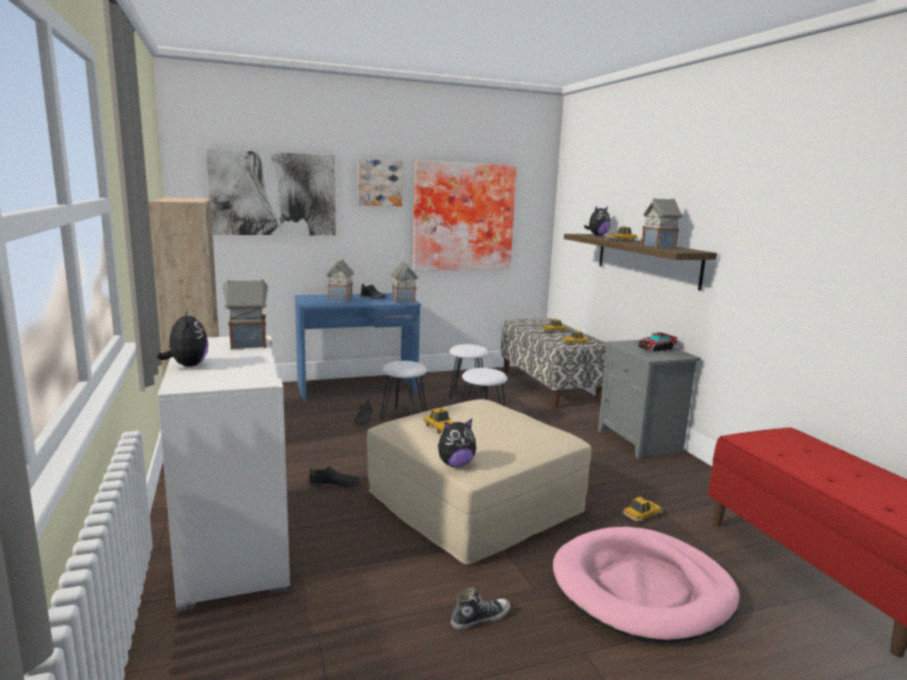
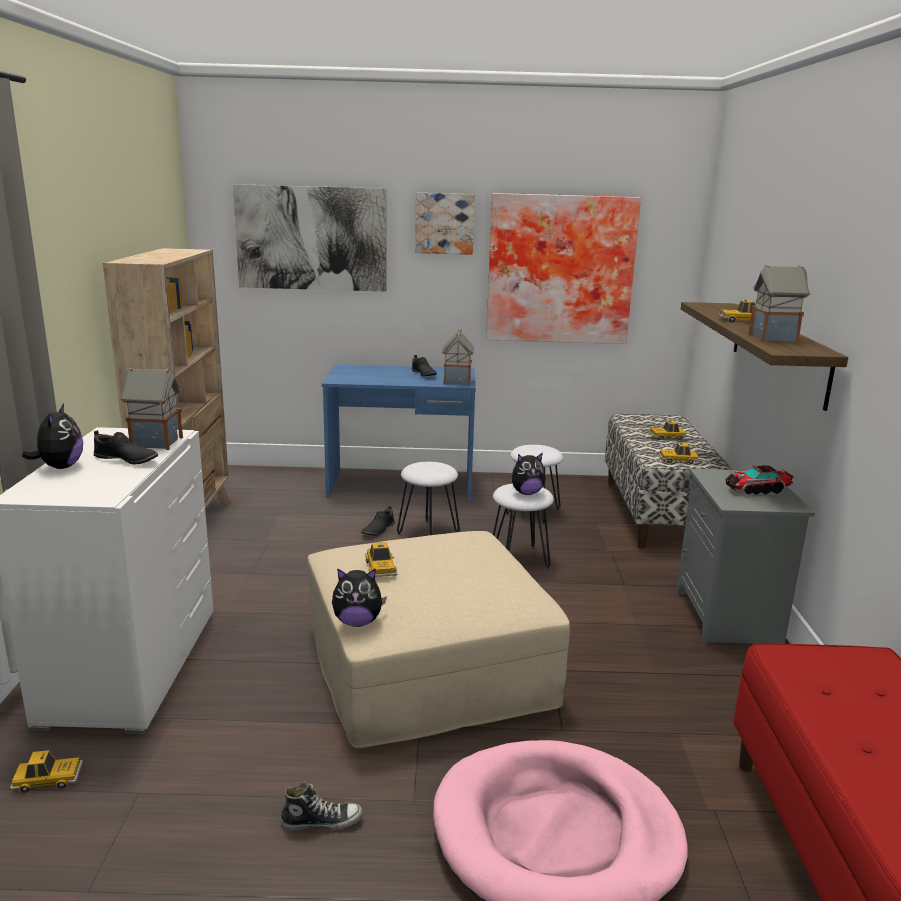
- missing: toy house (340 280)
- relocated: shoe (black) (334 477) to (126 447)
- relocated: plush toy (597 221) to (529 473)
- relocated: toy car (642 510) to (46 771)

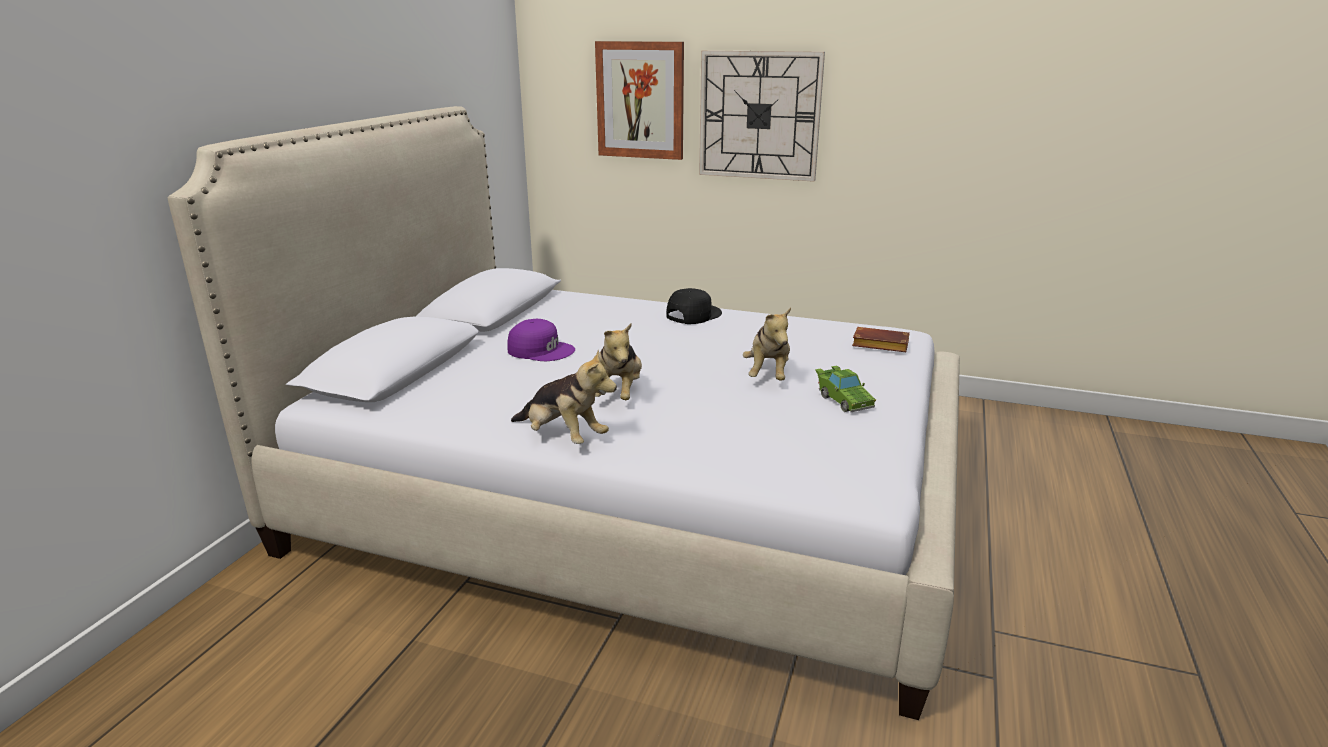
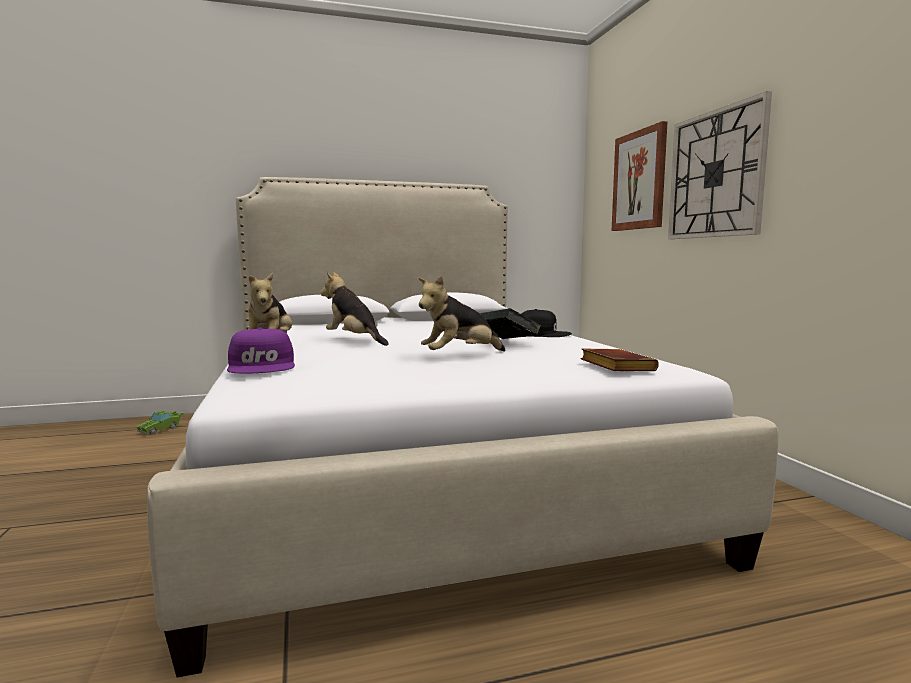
- appeared: book (510 323)
- relocated: cap (purple) (541 340) to (261 351)
- relocated: toy car (green) (845 388) to (159 423)
- spun: plush toy (618 361) = (354 308) 75 degrees clockwise

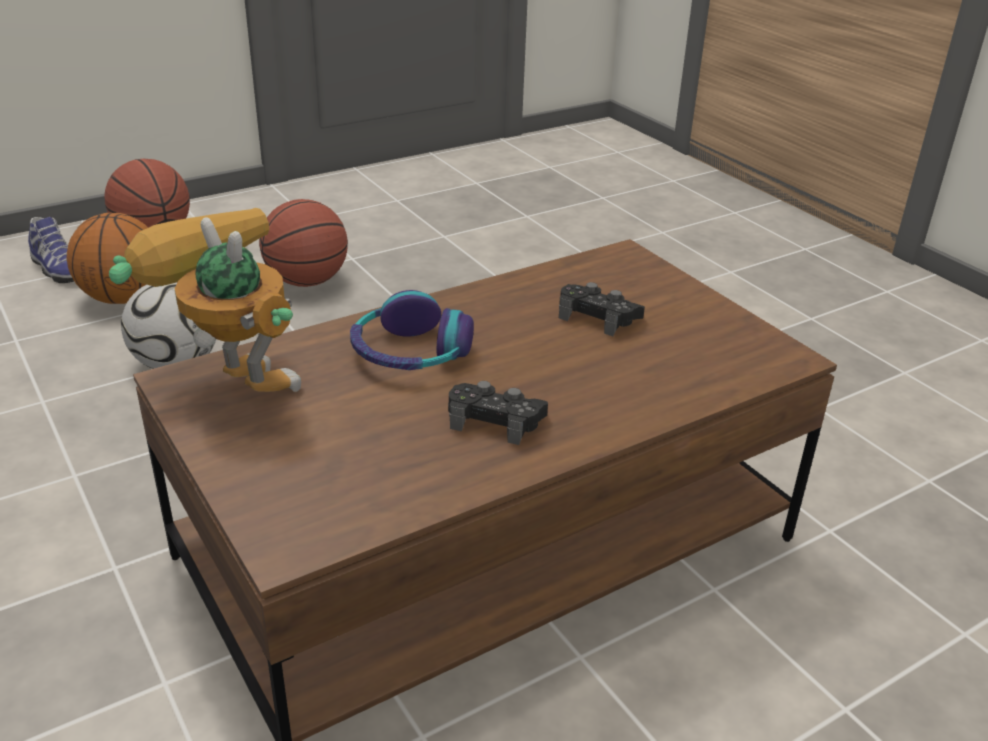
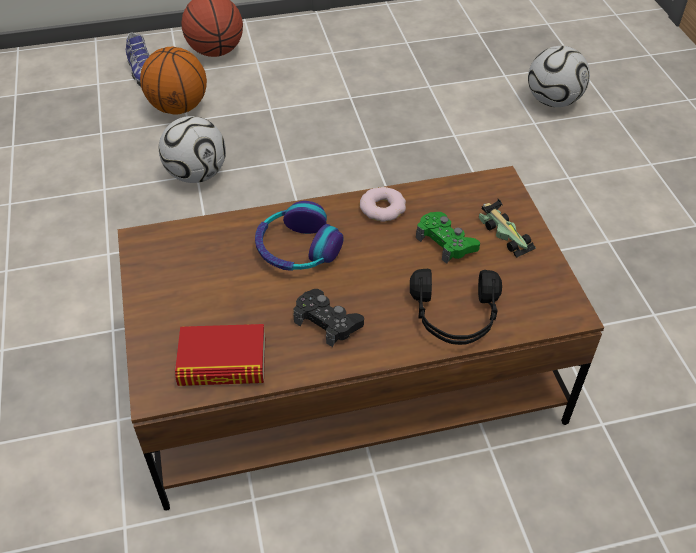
- missing: toy robot (205 300)
- missing: basketball (303 243)
- appeared: book (220 355)
- appeared: donut (383 204)
- appeared: headphones (black) (456 307)
- appeared: toy car (507 228)
- appeared: football (559 76)
- colour: game controller (black) (602 309) to game controller (green) (448 238)

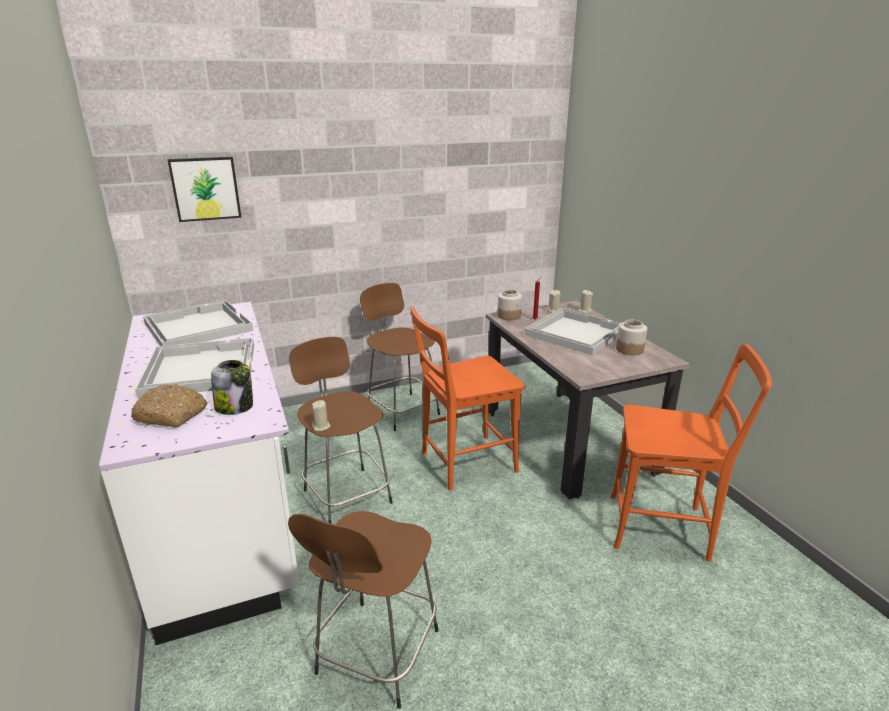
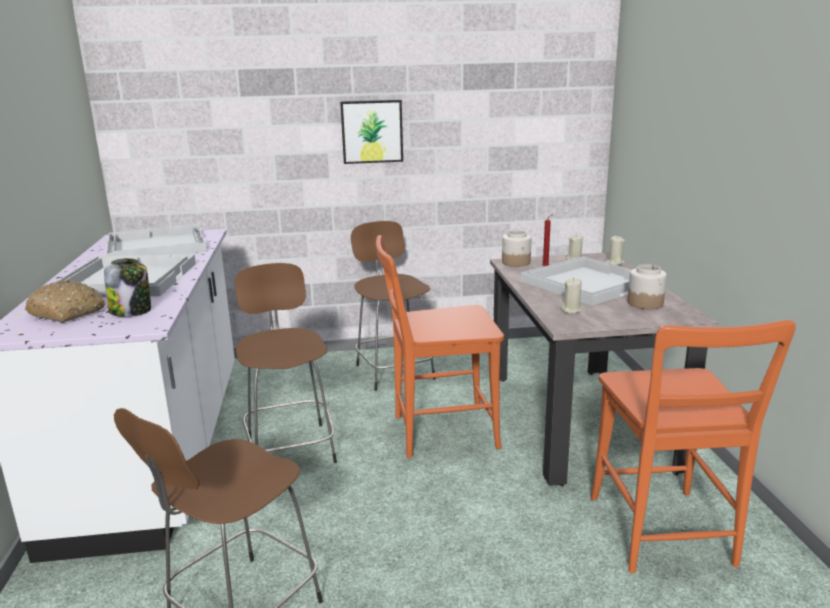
- relocated: picture (205 189) to (371 132)
- relocated: candle (beige) (321 415) to (572 295)
- spun: chair (orange) (691 453) = (693 446) 60 degrees clockwise

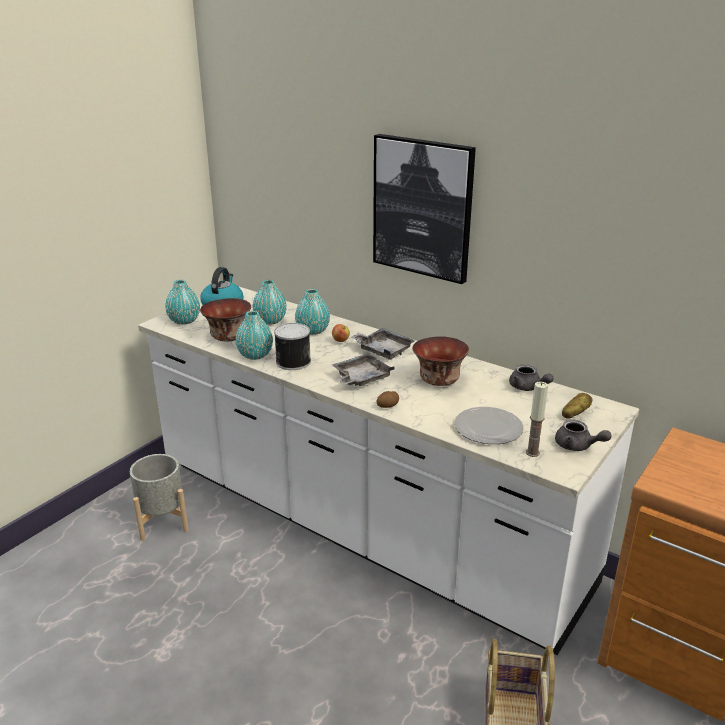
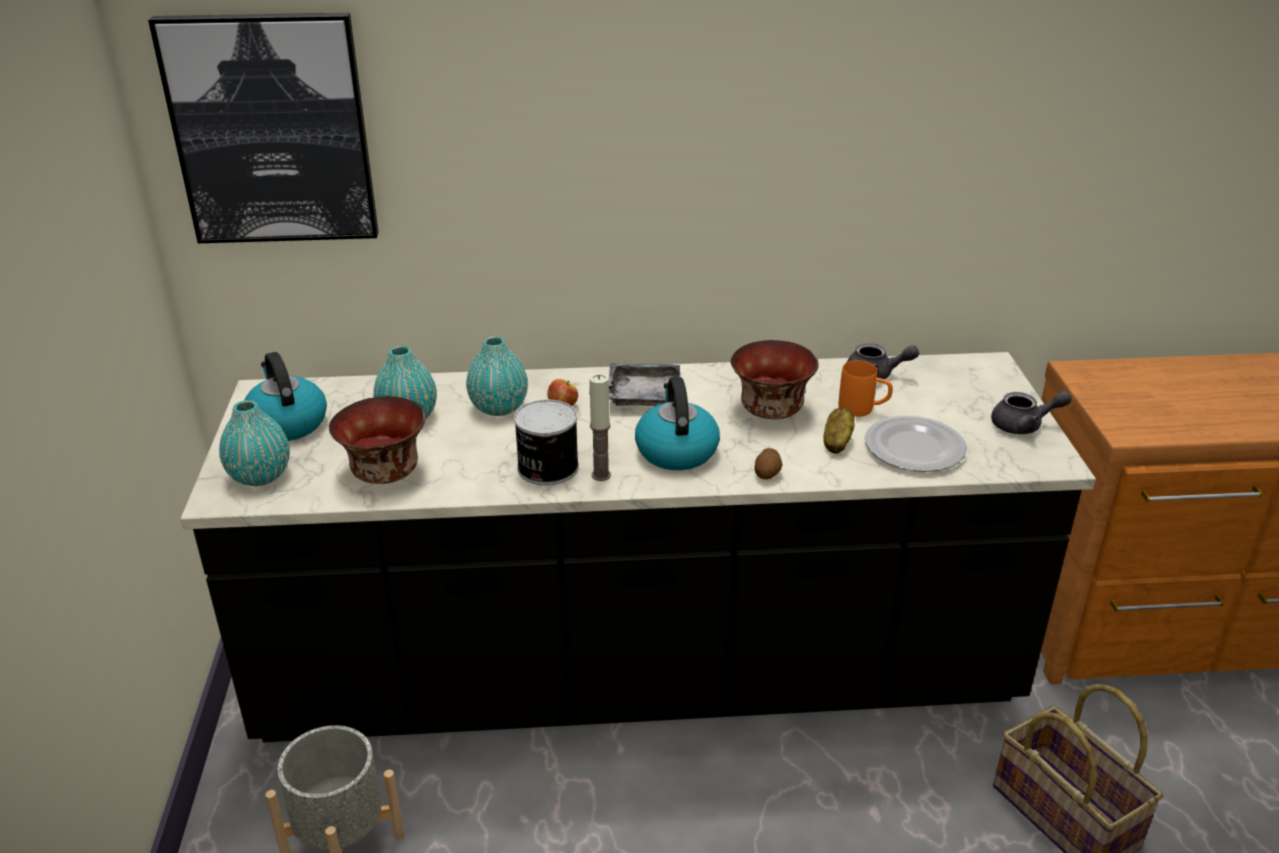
- missing: vase (turquoise) (254 335)
- appeared: mug (orange) (866 388)
- relocated: picture (424 209) to (263 128)
- relocated: candle (537 419) to (600 427)
- relocated: potato (577 406) to (839 431)
- exchanged: tray (grey) (364 369) to kettle (677 423)
- colour: counter (white) (388 470) to counter (black) (638 547)

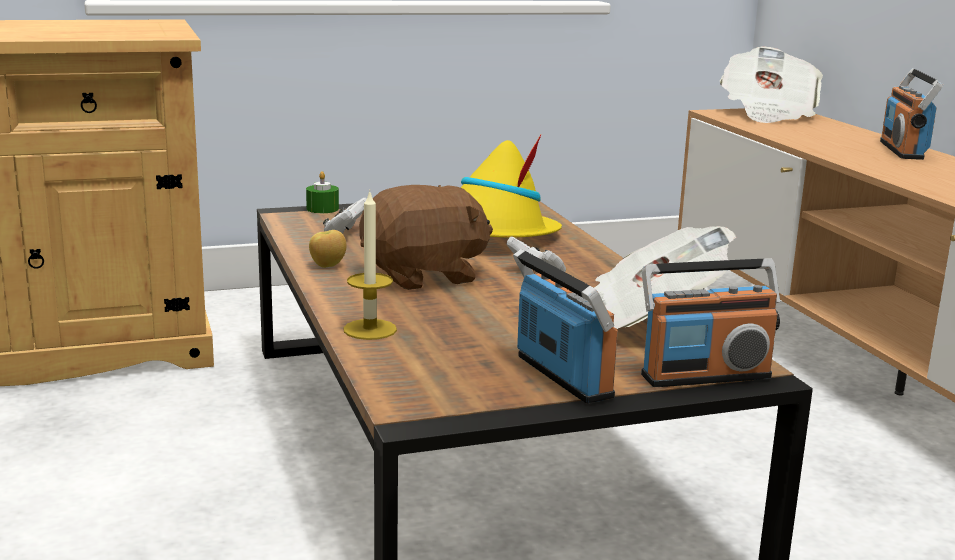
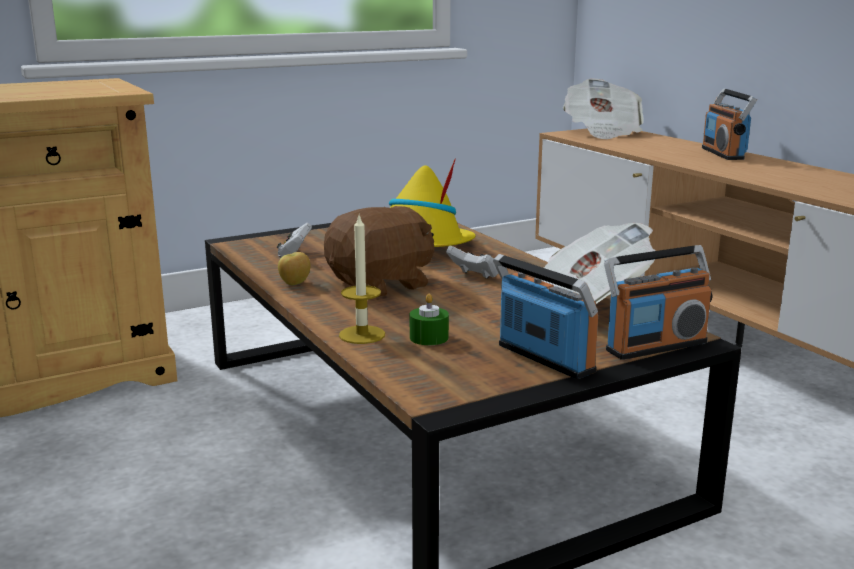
- relocated: candle (green) (322 192) to (429 319)

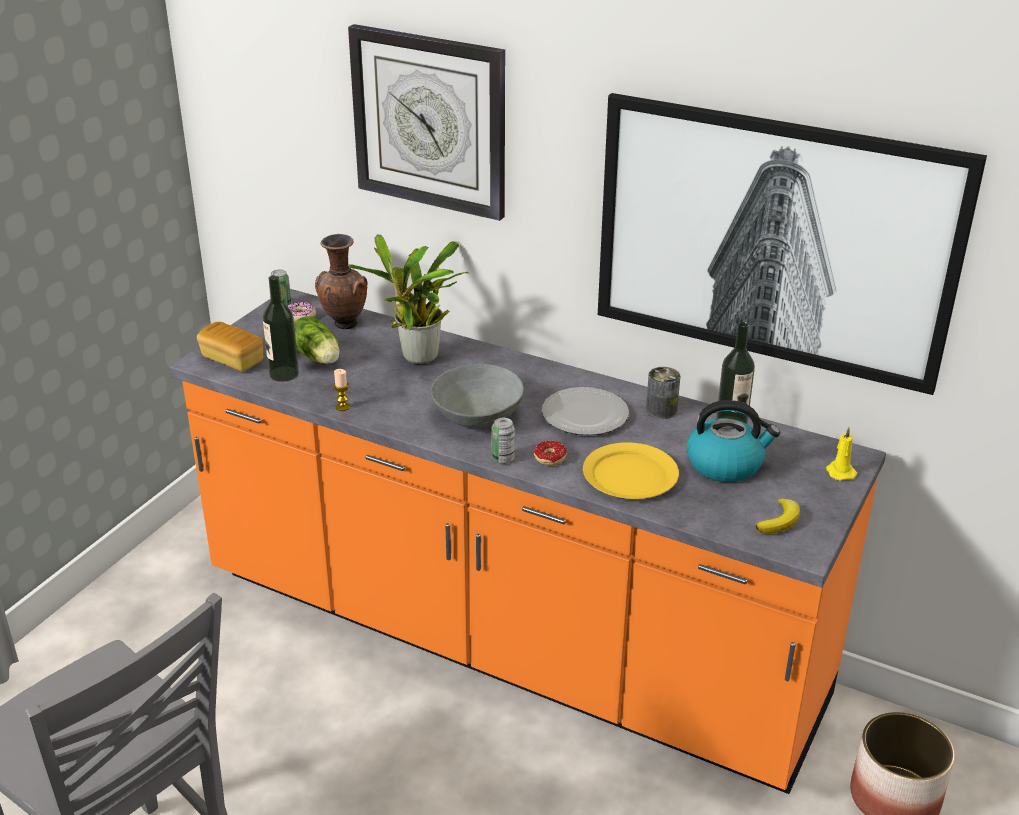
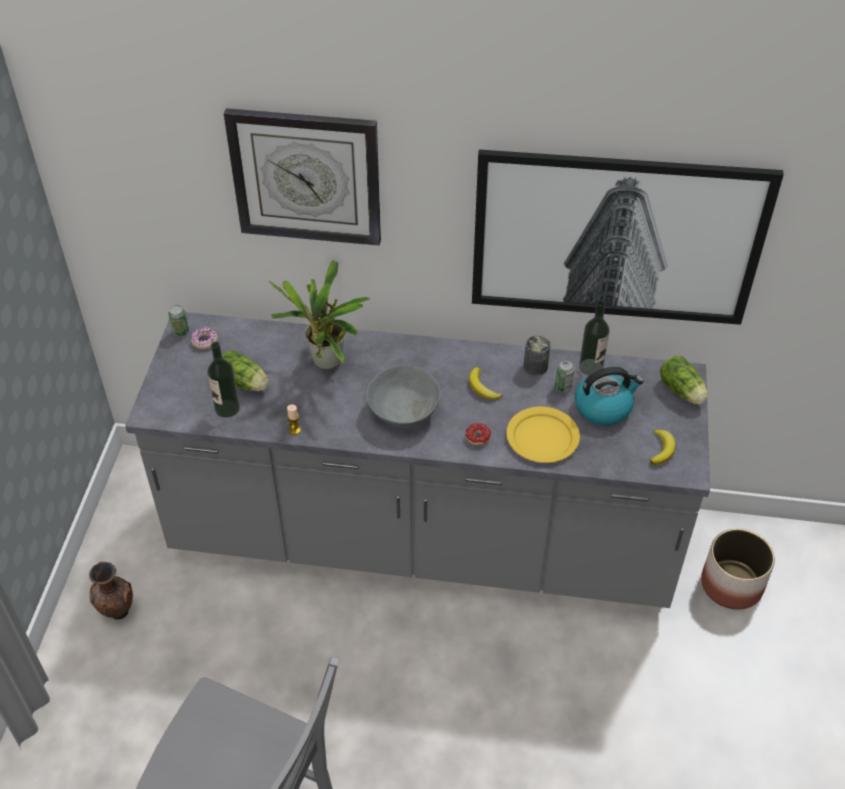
- missing: bread (230 347)
- relocated: vase (brown) (341 281) to (111 591)
- relocated: can (503 441) to (565 376)
- exchanged: plate (585 411) to banana (485 383)
- exchanged: candle (yellow) (841 454) to lettuce (684 380)
- colour: counter (orange) (527 541) to counter (grey) (417 460)

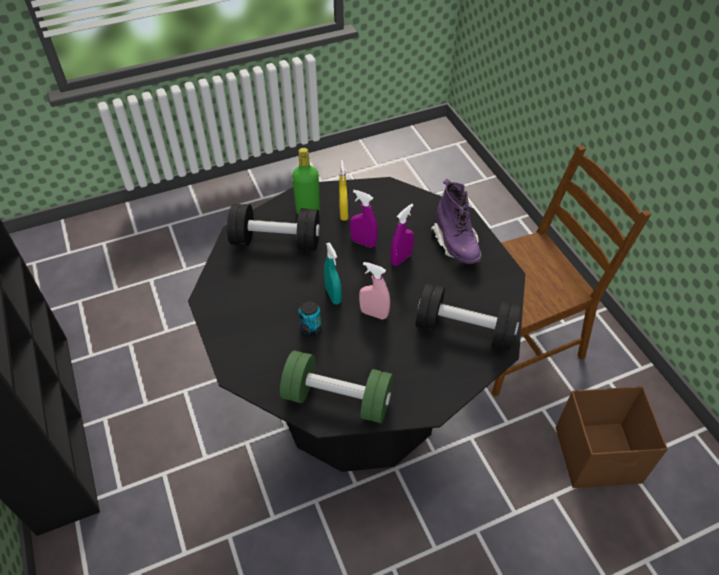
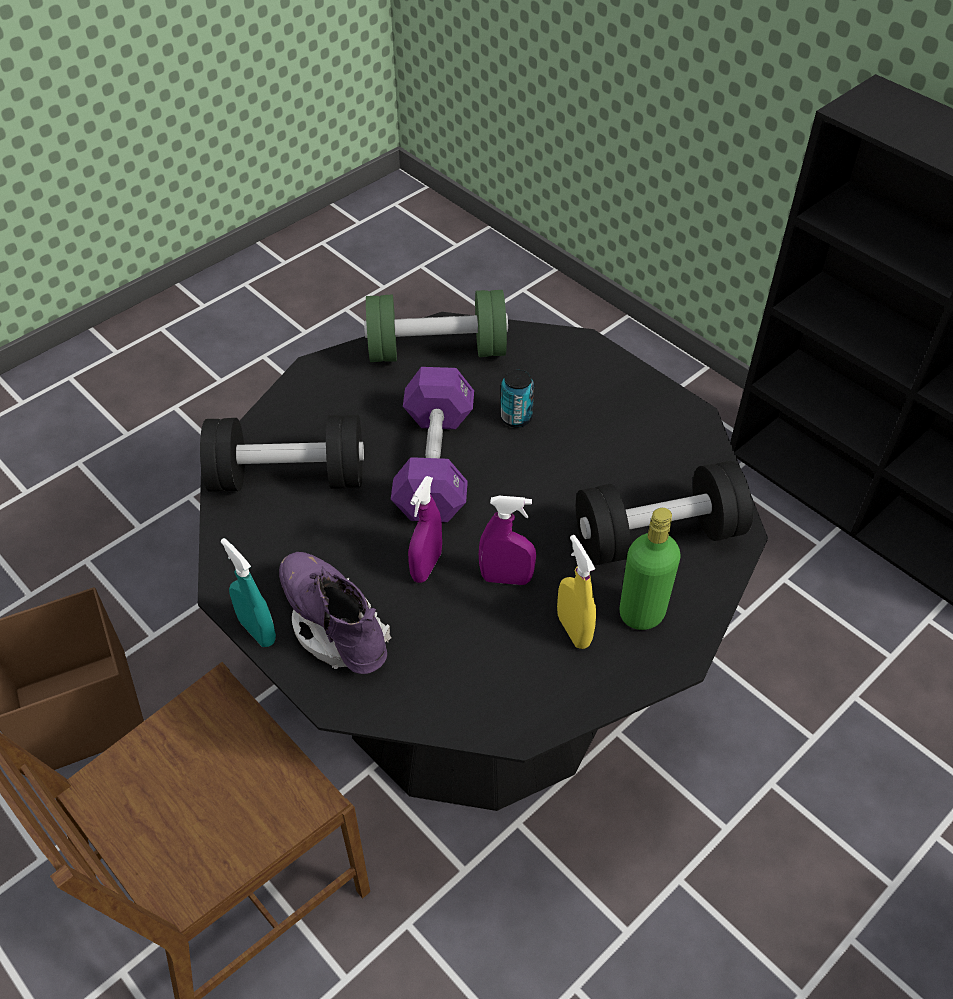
- relocated: spray bottle (turquoise) (333 273) to (248 592)
- exchanged: spray bottle (pink) (374 291) to dumbbell (purple) (432 444)

